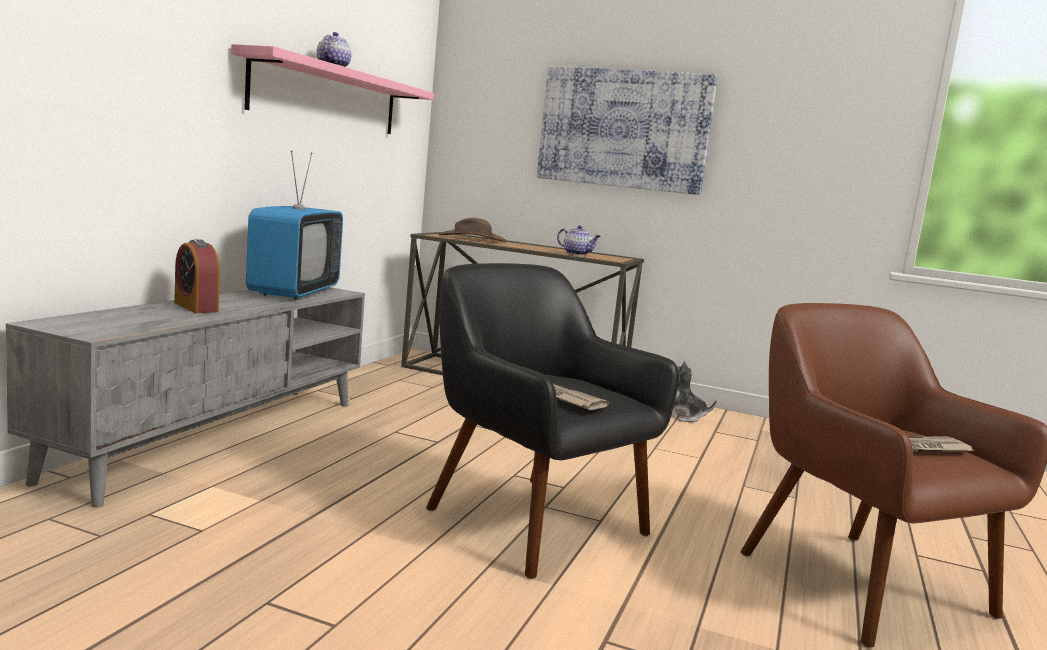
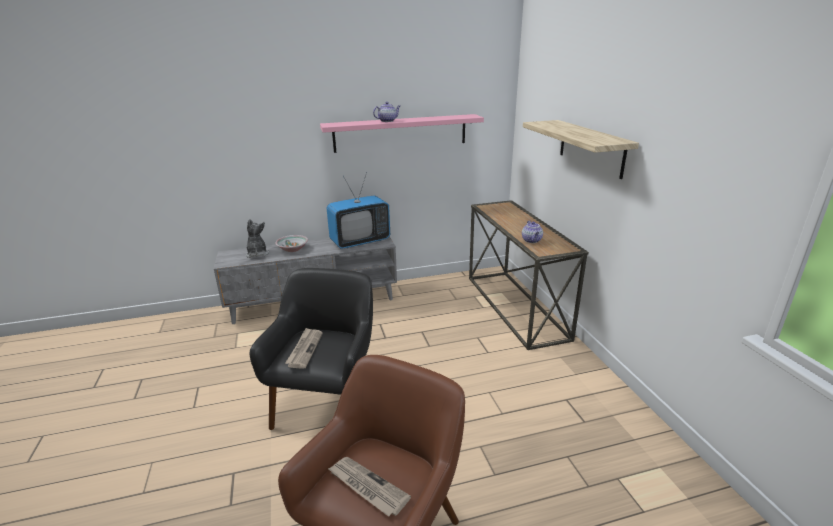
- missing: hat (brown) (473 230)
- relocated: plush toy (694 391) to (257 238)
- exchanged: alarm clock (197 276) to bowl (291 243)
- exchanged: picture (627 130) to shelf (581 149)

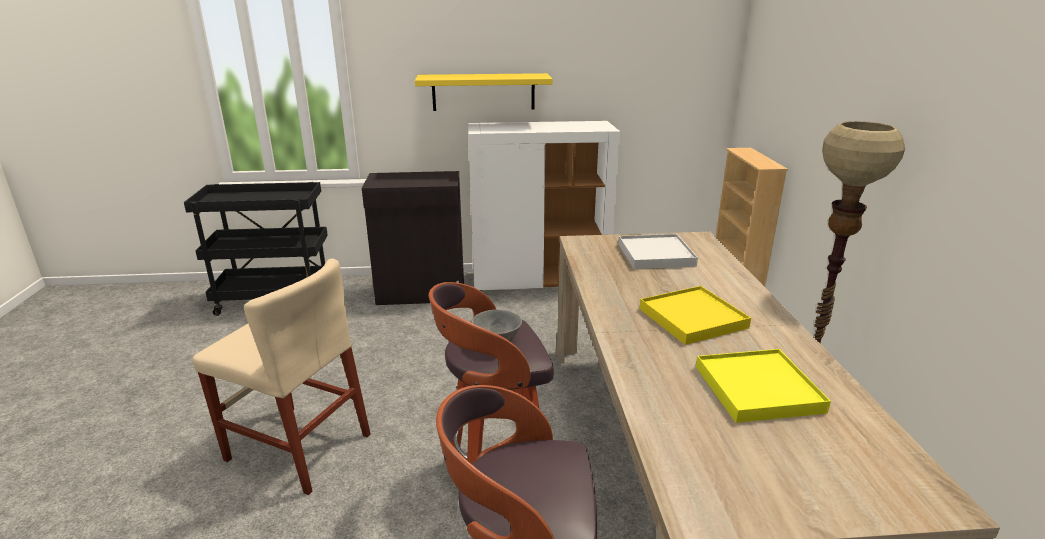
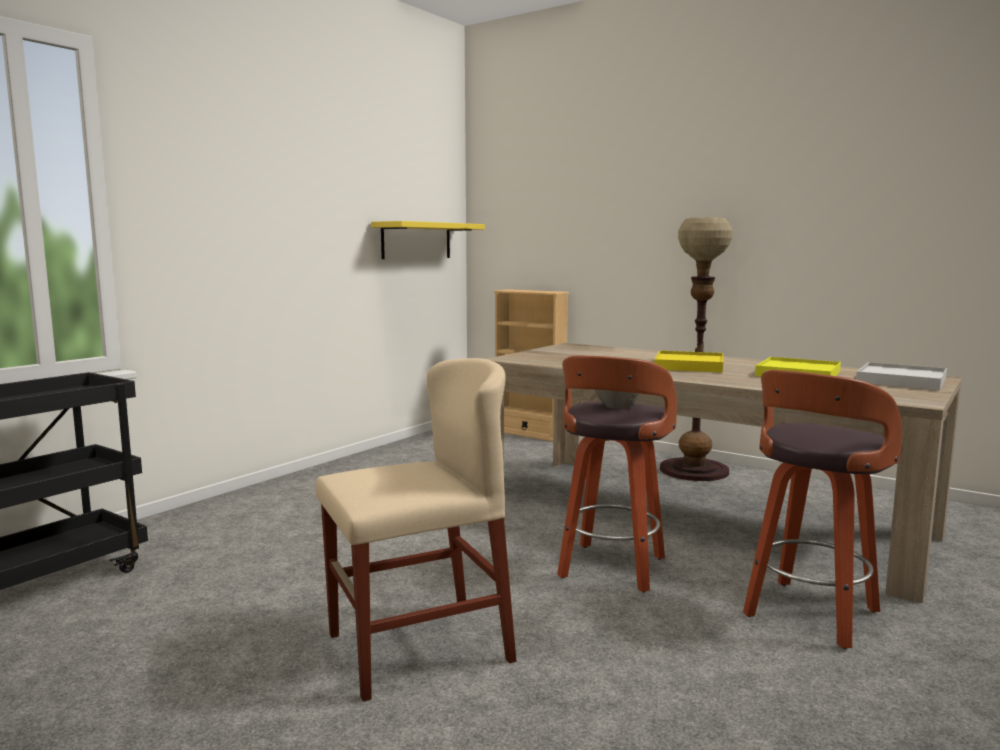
- missing: cabinet (black) (413 238)
- missing: cabinet (white) (544 206)
- relocated: shelf (yellow) (484 92) to (428 240)
- relocated: tray (white) (658 251) to (901 376)

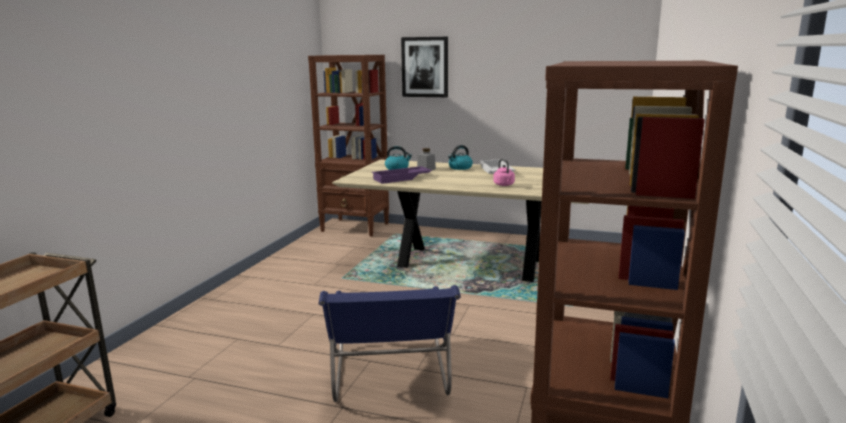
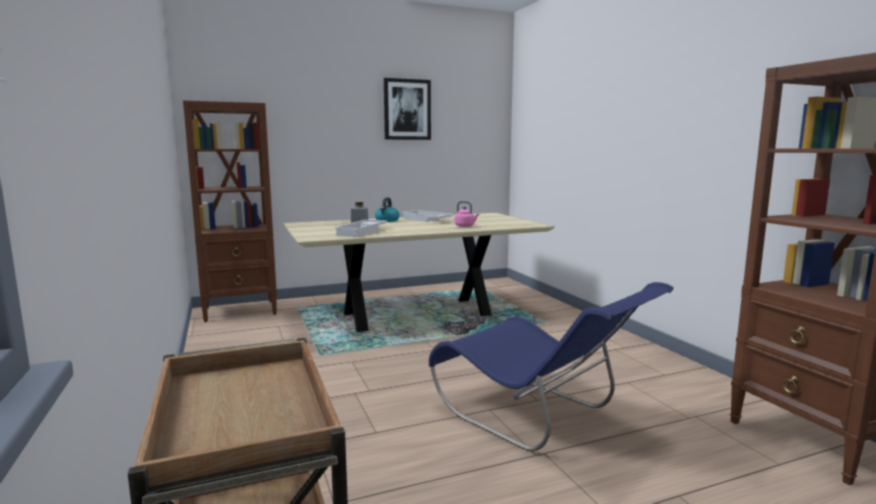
- missing: kettle (398 158)
- relocated: picture (424 67) to (407 109)
- colour: tray (purple) (402 175) to tray (white) (360 228)

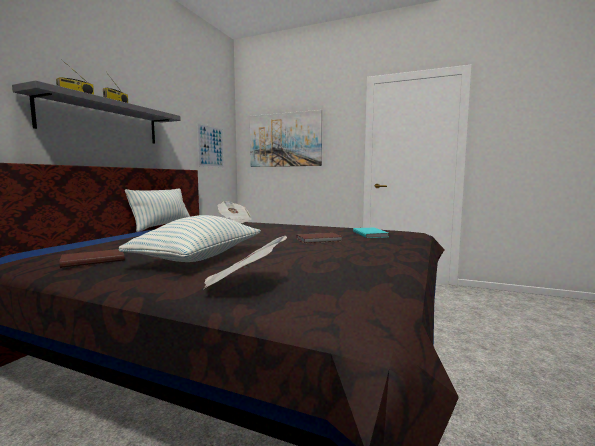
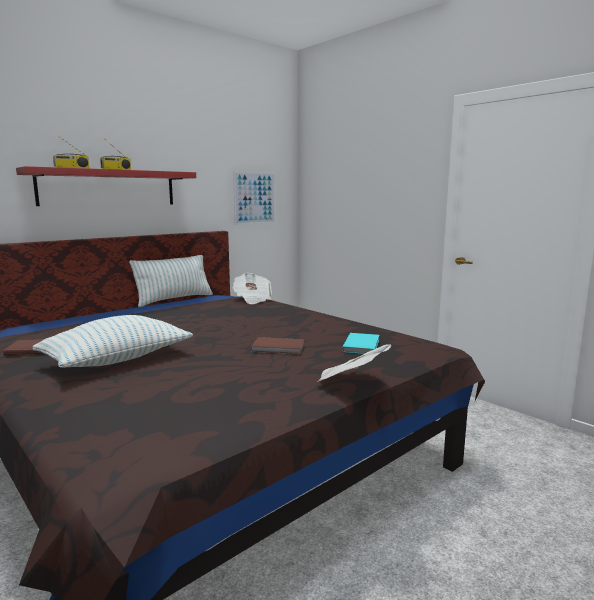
- missing: picture (286 138)
- relocated: newspaper (245 262) to (354 363)
- colour: shelf (grey) (96 112) to shelf (red) (106 186)

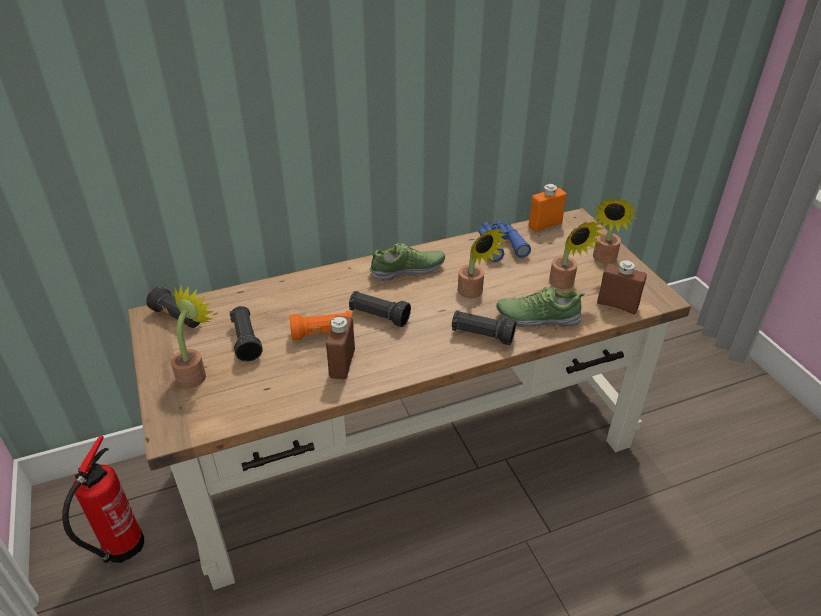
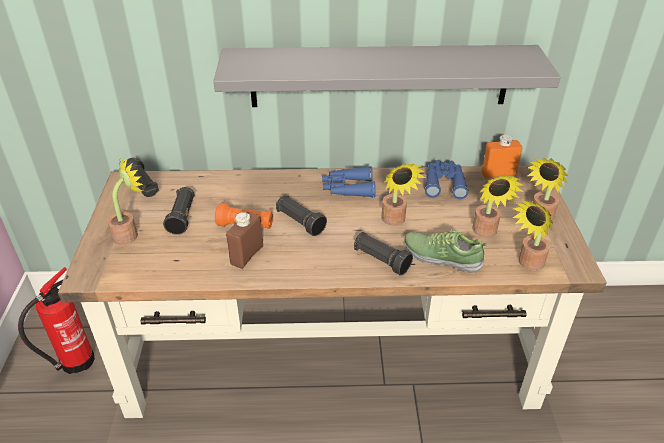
- appeared: shelf (grey) (387 76)
- exchanged: shoe (407 262) to binoculars (blue) (349 181)
- exchanged: bottle (brown) (622 287) to potted plant (533 235)

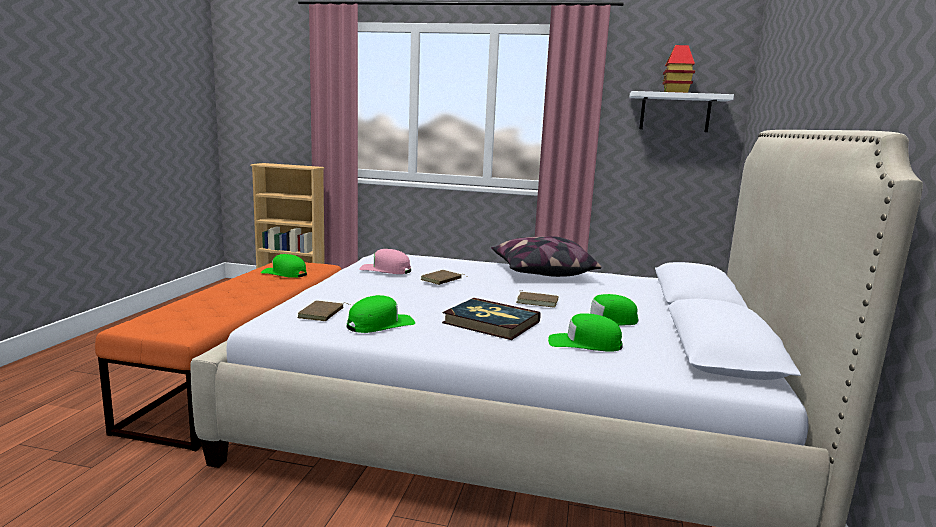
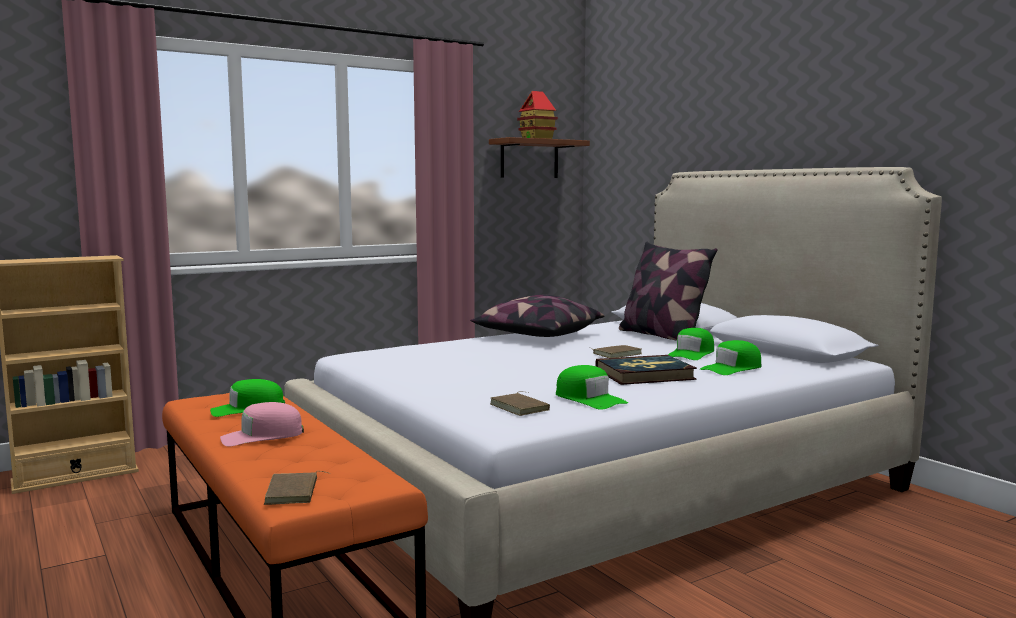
- appeared: pillow (668 291)
- relocated: cap (pink) (385 261) to (262 424)
- relocated: book (brown) (443 277) to (297 488)
- colour: shelf (white) (681 111) to shelf (brown) (539 157)
- spun: cap (green) (380 314) = (592 387) 135 degrees clockwise

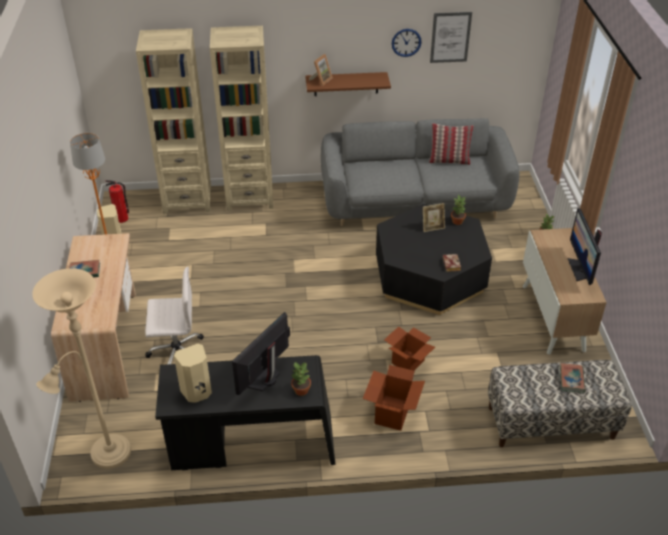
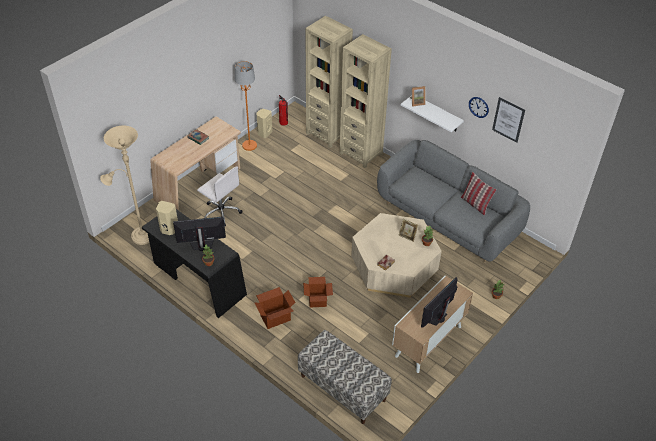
- missing: book (572 378)
- colour: shelf (brown) (348 84) to shelf (white) (432 114)
- colour: coffee table (black) (434 259) to coffee table (beige) (396 255)

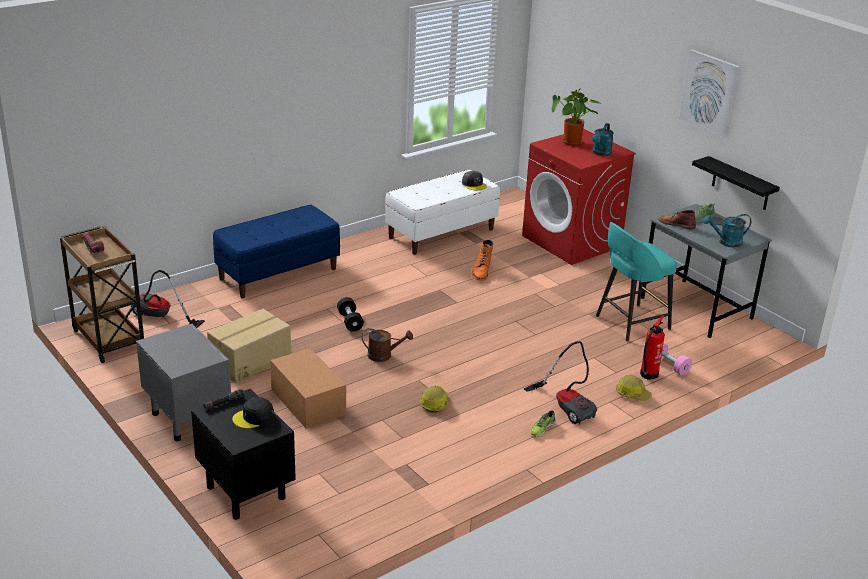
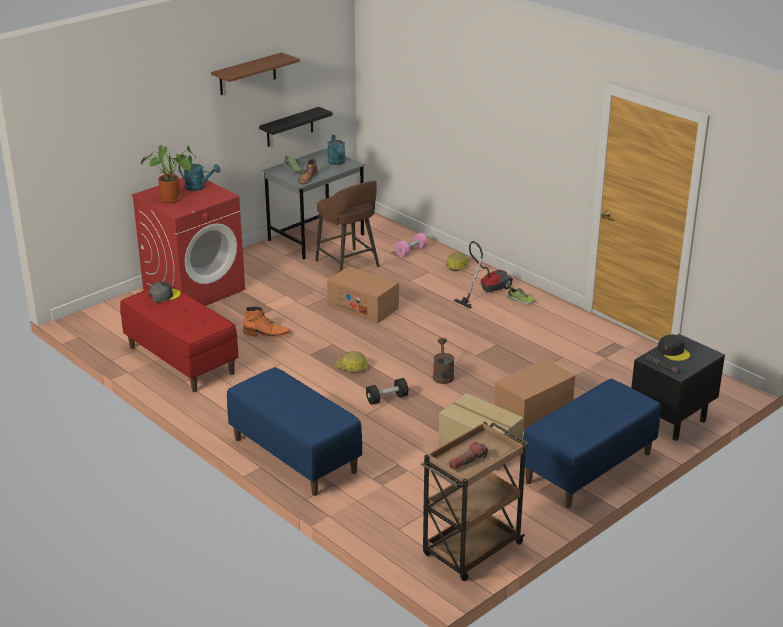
- missing: vacuum cleaner (168 299)
- missing: fire extinguisher (652 347)
- appeared: cardboard box (363 294)
- relocated: hard hat (434 399) to (351 361)
- exchanged: nightstand (grey) (183 382) to bench (blue) (591 443)
- exchanged: picture (709 93) to shelf (brown) (255 73)
- colour: bench (white) (442 212) to bench (red) (179 338)
- colour: stool (turquoise) (636 281) to stool (brown) (347 226)

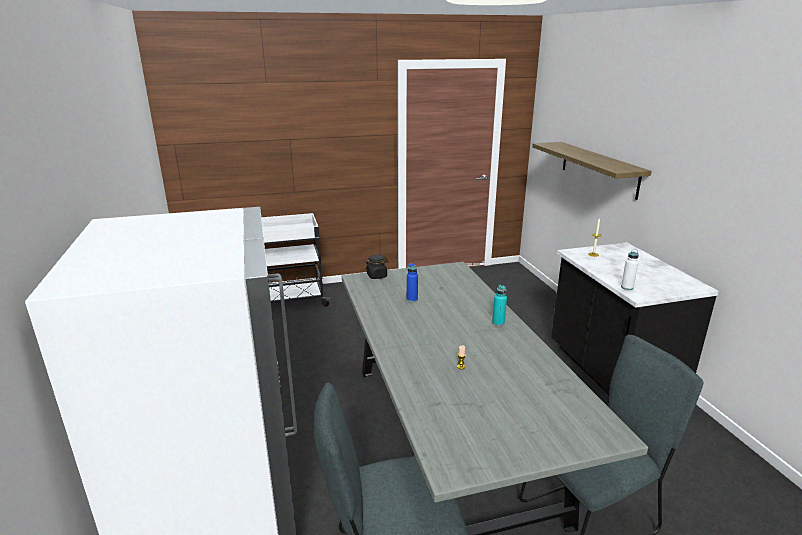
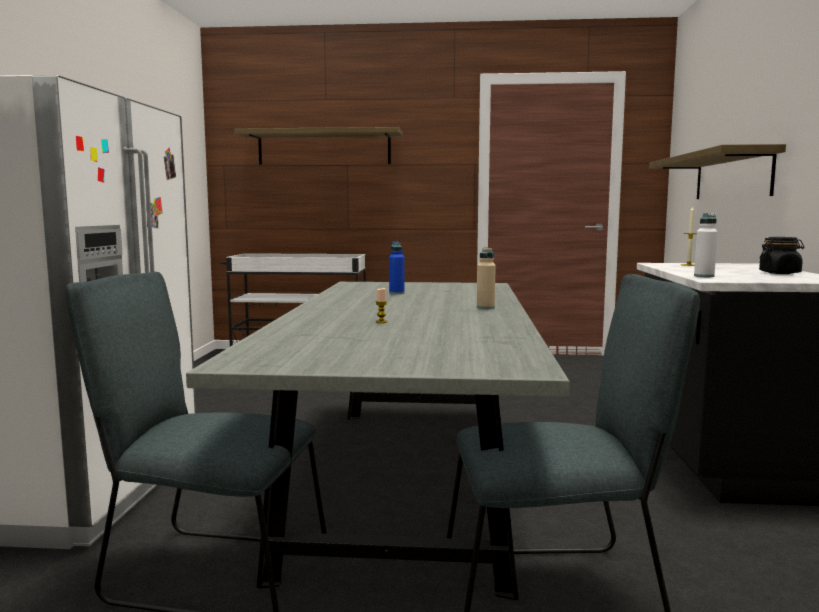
- appeared: shelf (318 146)
- relocated: jar (black) (376 267) to (781 255)
- colour: bottle (turquoise) (499 305) to bottle (beige) (486 278)

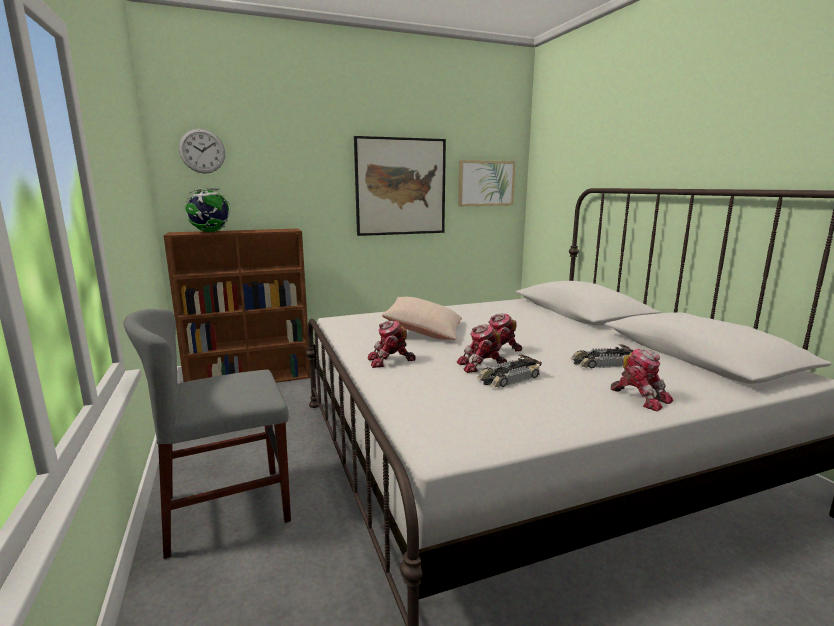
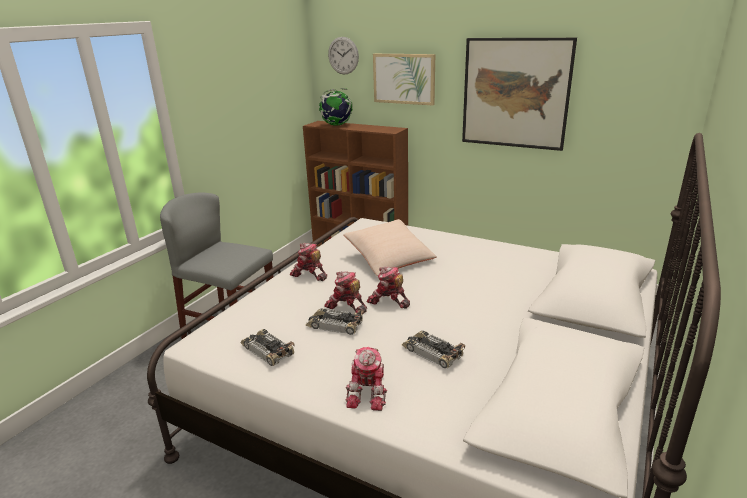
- appeared: toy car (267 347)
- relocated: picture (486 183) to (404 79)

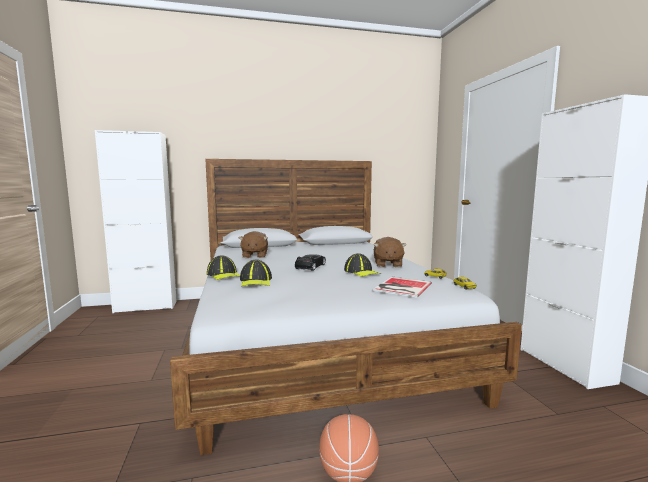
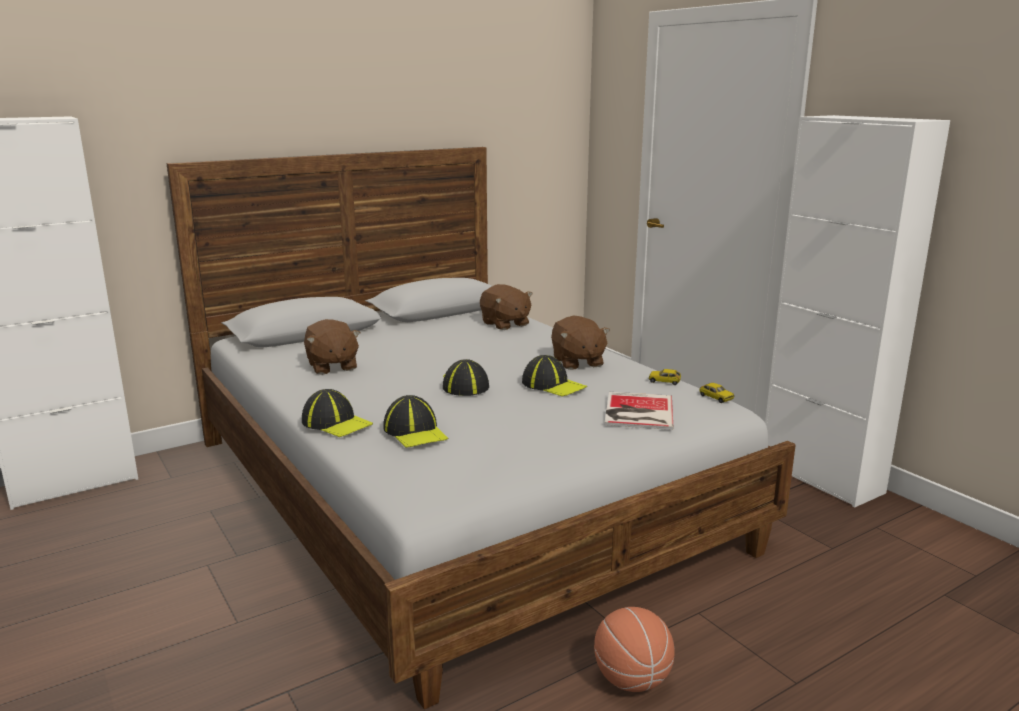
- appeared: plush toy (brown) (506 307)
- exchanged: toy car (black) (310 262) to cap (466 377)

